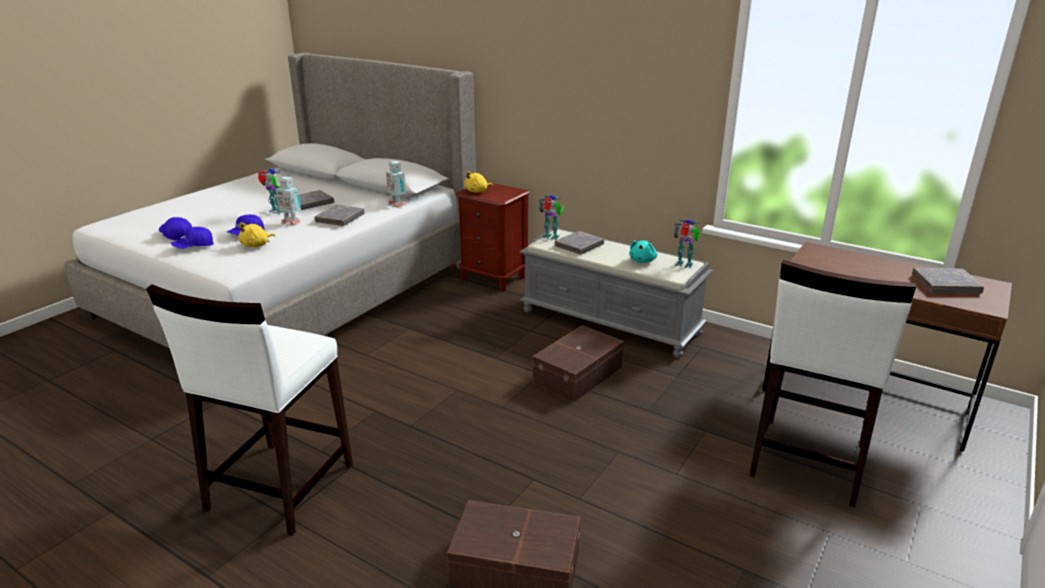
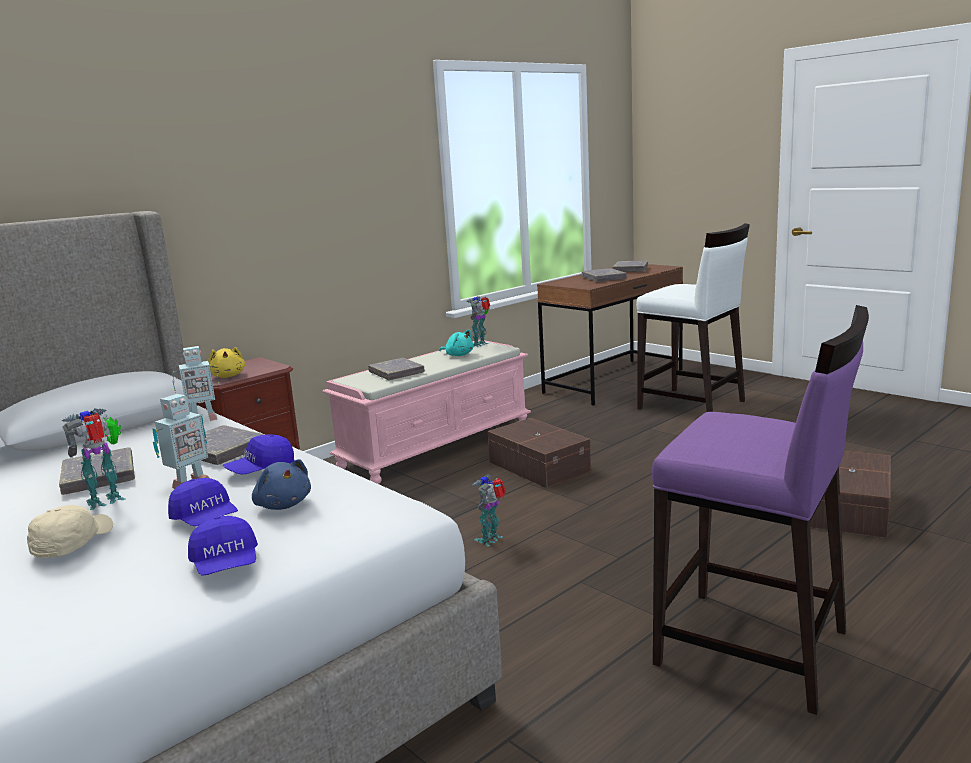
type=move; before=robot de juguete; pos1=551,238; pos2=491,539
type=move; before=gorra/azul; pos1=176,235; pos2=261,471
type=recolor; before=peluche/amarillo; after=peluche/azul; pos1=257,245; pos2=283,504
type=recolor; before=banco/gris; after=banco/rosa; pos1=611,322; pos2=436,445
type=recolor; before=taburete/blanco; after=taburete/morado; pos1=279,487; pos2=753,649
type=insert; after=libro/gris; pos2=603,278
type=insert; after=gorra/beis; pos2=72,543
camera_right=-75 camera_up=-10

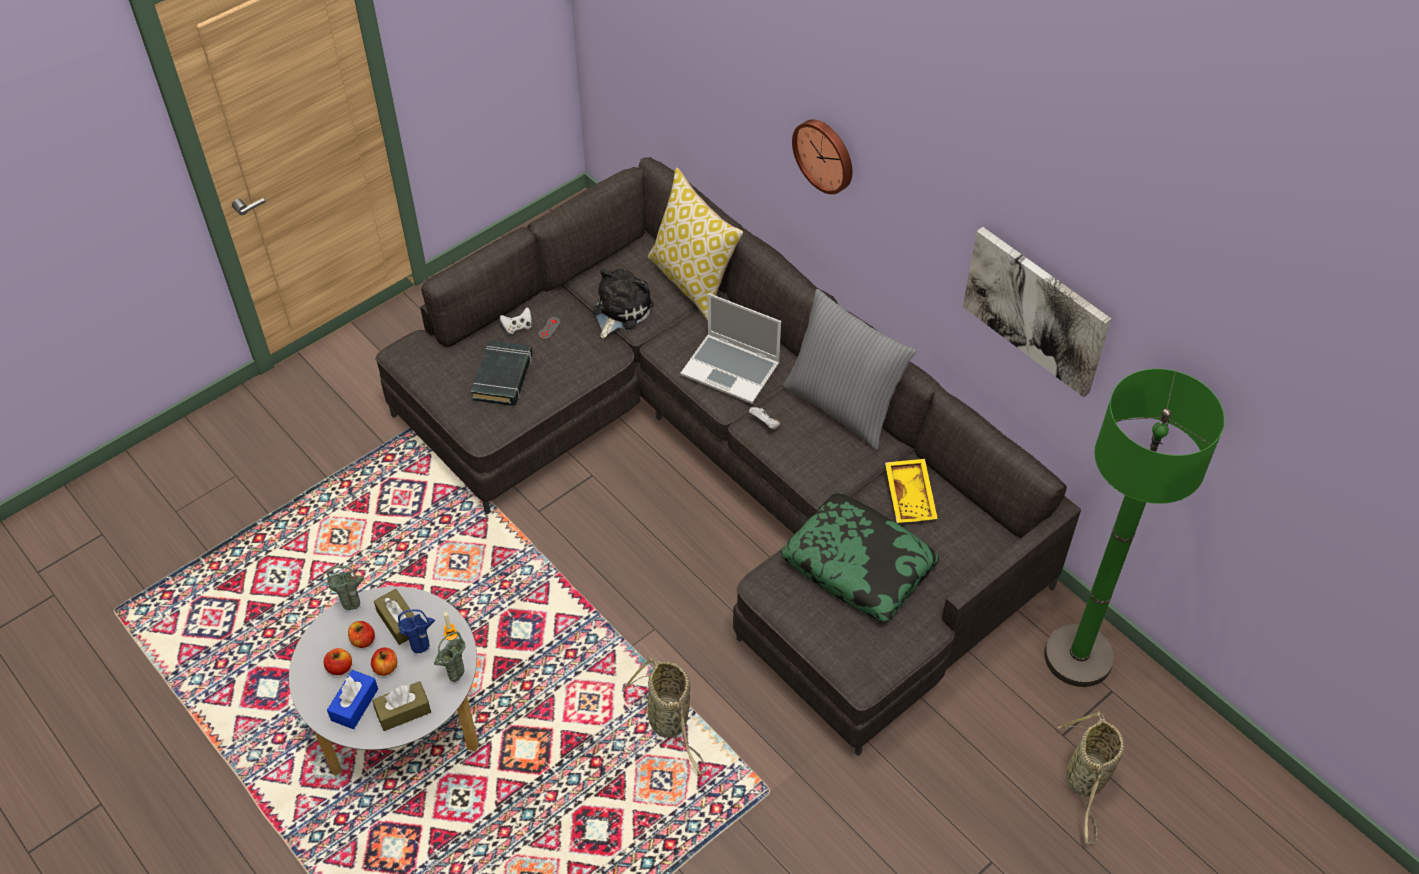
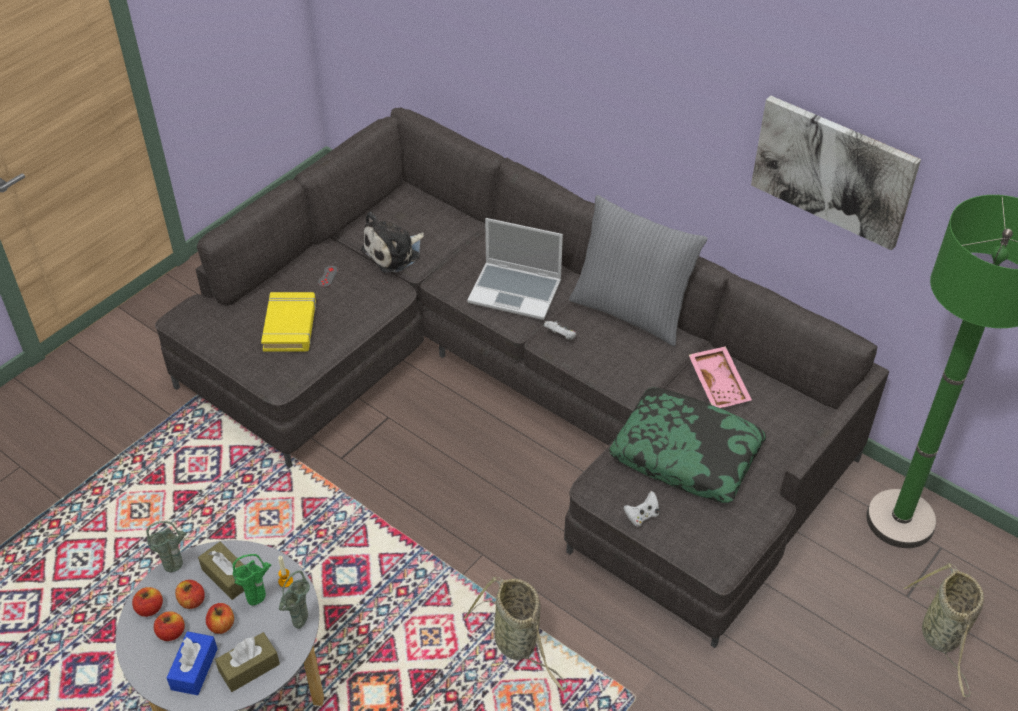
type=delete; before=reloj de pared; pos1=825,155
type=delete; before=cojín; pos1=693,281
type=rotate; before=peluche; pos1=620,311; pos2=394,253; turn=-150
type=move; before=mando de consola/blanco; pos1=517,327; pos2=642,516
type=recolor; before=libro/negro; after=libro/amarillo; pos1=503,377; pos2=290,326
type=recolor; before=bandeja/amarillo; after=bandeja/rosa; pos1=911,496; pos2=719,384
type=recolor; before=florero/azul; after=florero/verde; pos1=424,650; pos2=259,601
type=insert; after=manzana; pos2=150,608
camera_right=-10 camera_up=-5

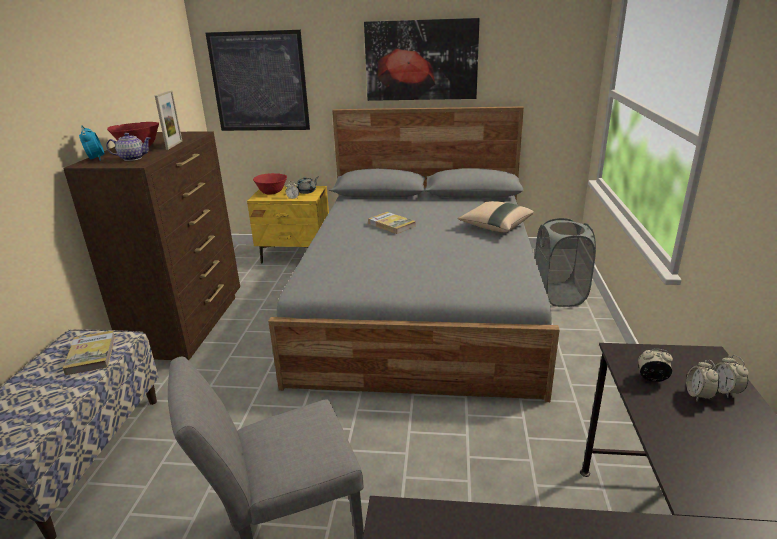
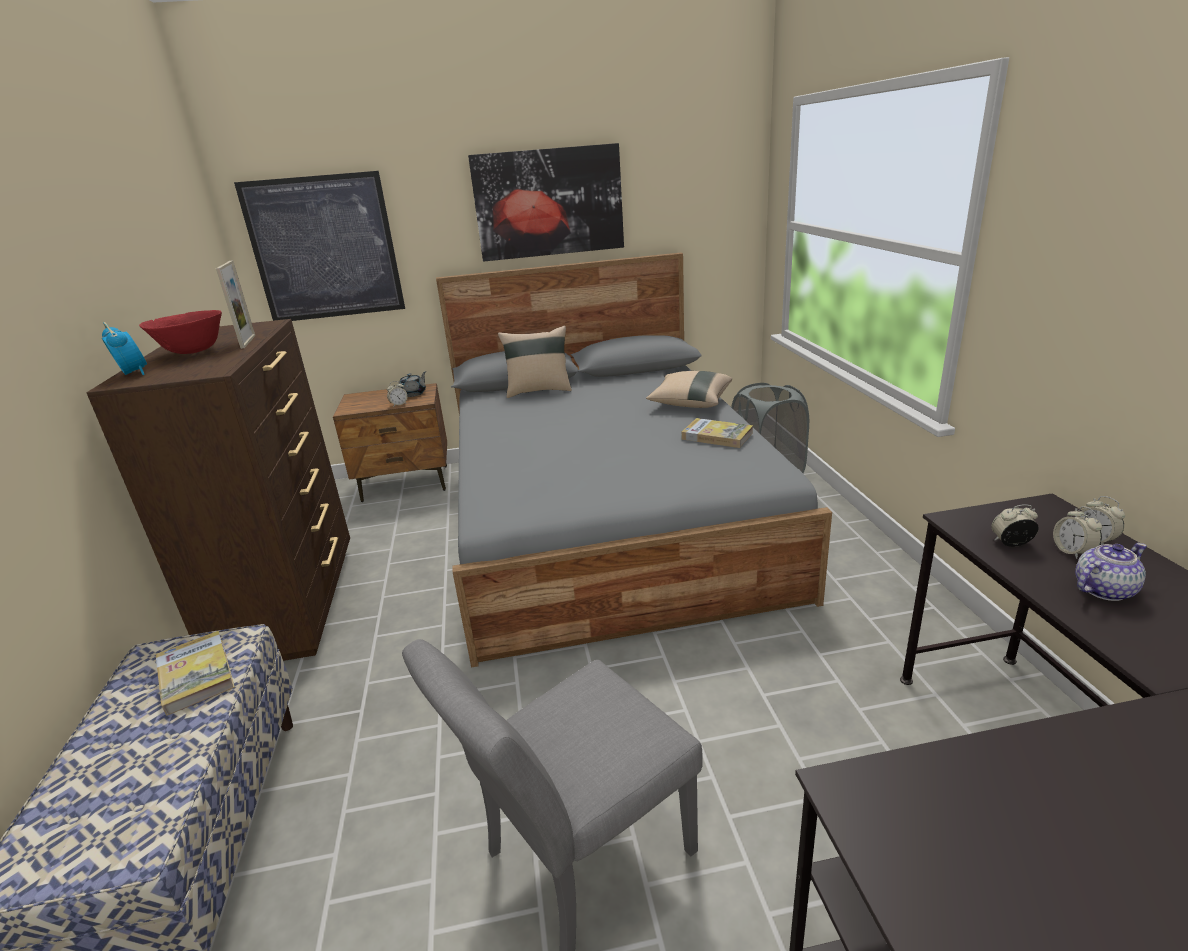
type=move; before=tetera; pos1=132,158; pos2=1103,590
type=delete; before=cuenco/rojo; pos1=271,193
type=recolor; before=mesita de noche/amarillo; after=mesita de noche/marrón; pos1=295,255; pos2=406,483
type=move; before=libro; pos1=391,225; pos2=717,436
type=insert; after=cojín/beis; pos2=538,390
camera_right=-15 camera_up=0

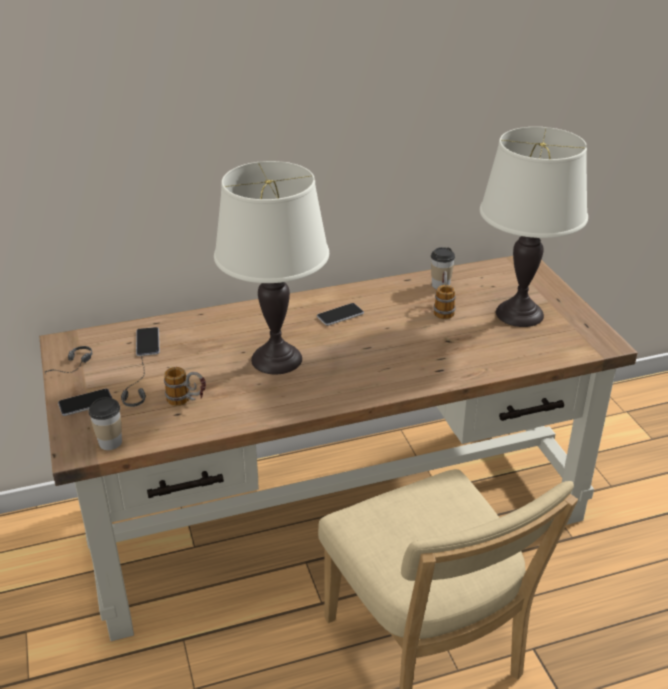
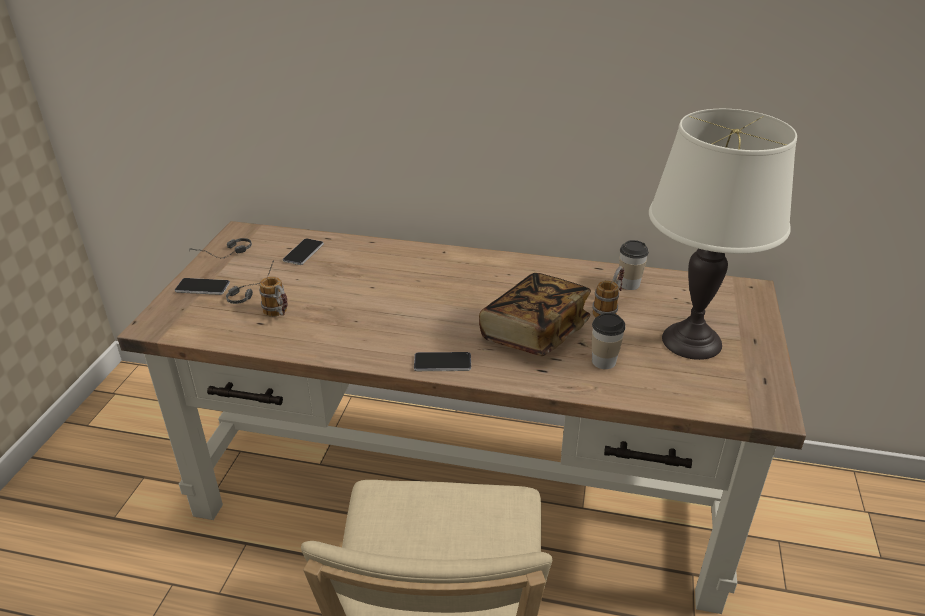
type=delete; before=lámpara de mesa/blanco; pos1=276,359
type=move; before=móvil; pos1=340,315; pos2=442,363
type=move; before=taza; pos1=110,442; pos2=603,361
type=insert; after=libro; pos2=534,332
camera_right=30 camera_up=0

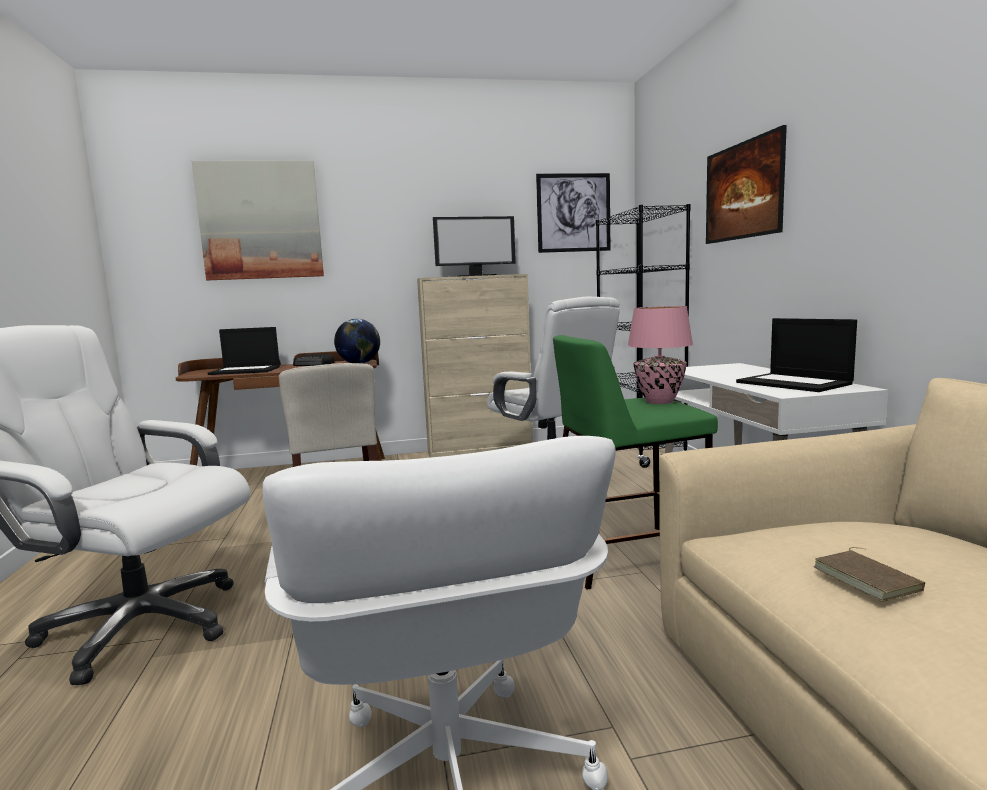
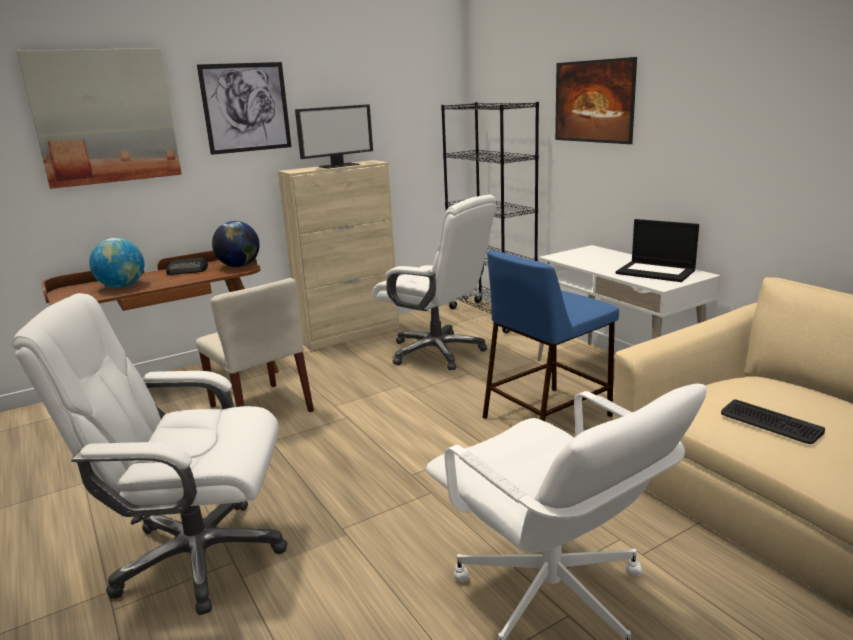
type=move; before=cuadro; pos1=573,213; pos2=246,107
type=delete; before=lámpara de mesa/rosa; pos1=660,401
type=replace; before=portátil; after=globo terráqueo; pos1=246,370; pos2=122,286
type=recolor; before=taburete/verde; after=taburete/azul; pos1=628,554; pos2=547,416
type=replace; before=libro/marrón; after=teclado; pos1=869,579; pos2=770,423
camera_right=-20 camera_up=10

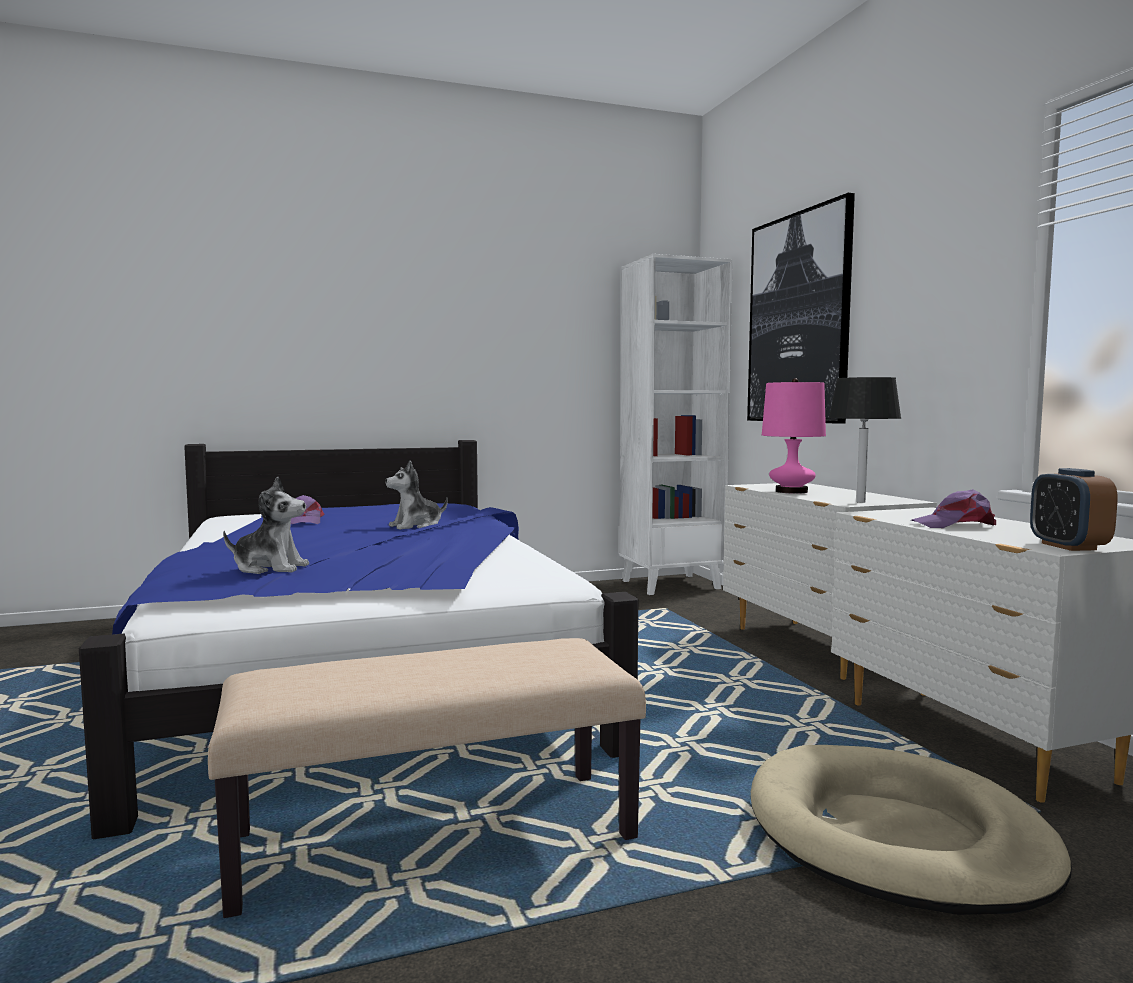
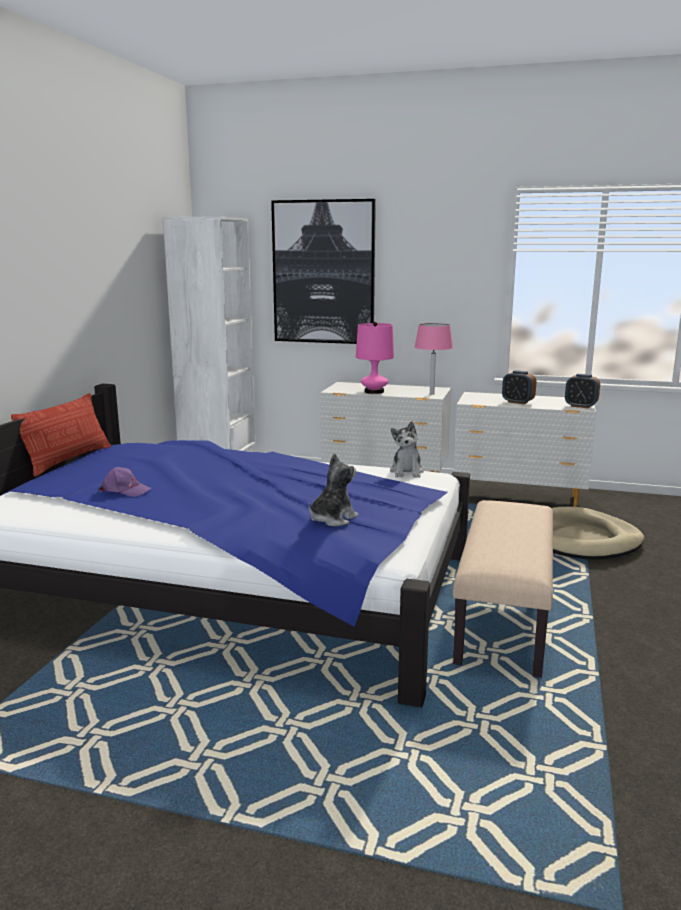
type=recolor; before=lámpara de mesa/negro; after=lámpara de mesa/rosa; pos1=860,502; pos2=431,394
type=move; before=peluche; pos1=416,526; pos2=407,472
type=replace; before=gorra/morado; after=despertador; pos1=955,525; pos2=517,402
type=insert; after=cojín; pos2=68,460
camera_right=-55 camera_up=10

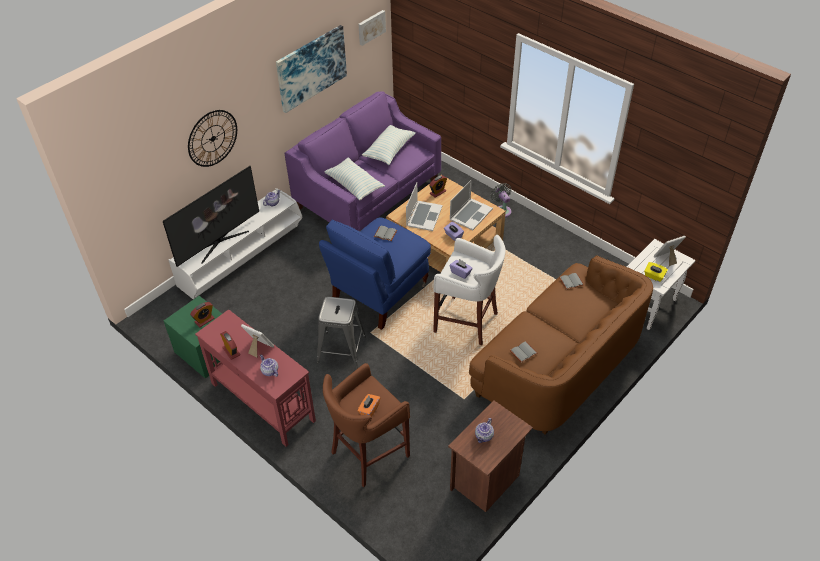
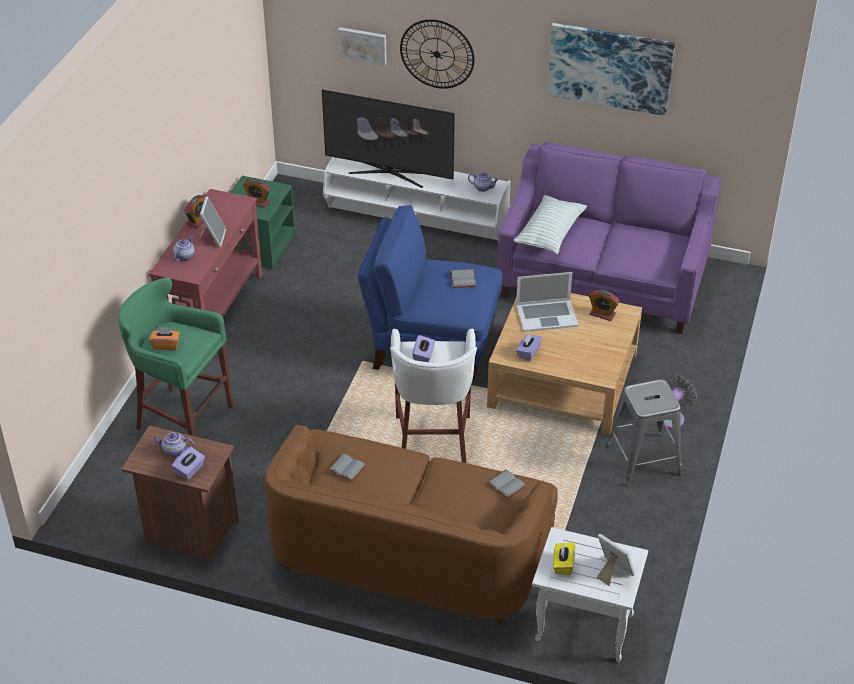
type=move; before=cuadro; pos1=371,27; pos2=363,45
type=delete; before=cojín; pos1=389,150
type=delete; before=portátil; pos1=470,214
type=move; before=taburete/gris; pos1=341,349; pos2=643,459
type=recolor; before=taburete/marrón; after=taburete/verde; pos1=368,454; pos2=182,418
type=insert; after=caja de pañuelos/morado; pos2=190,470
camera_right=65 camera_up=-5

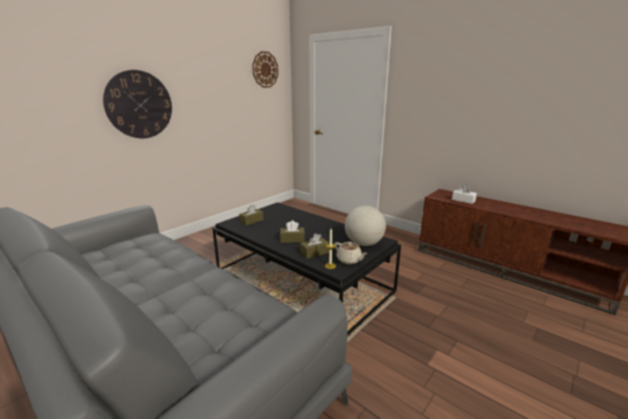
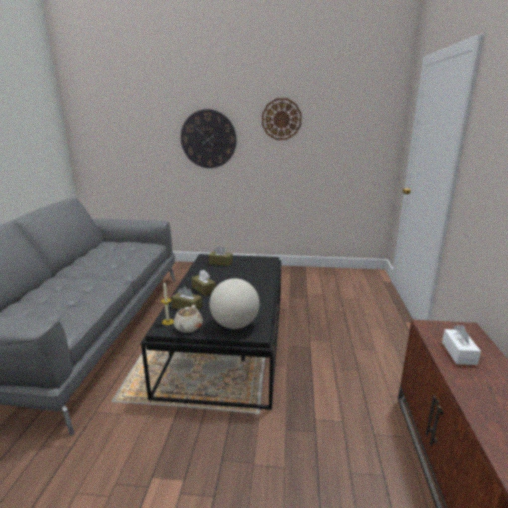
type=move; before=reloj de pared; pos1=265,69; pos2=281,119
camera_right=55 camera_up=0

